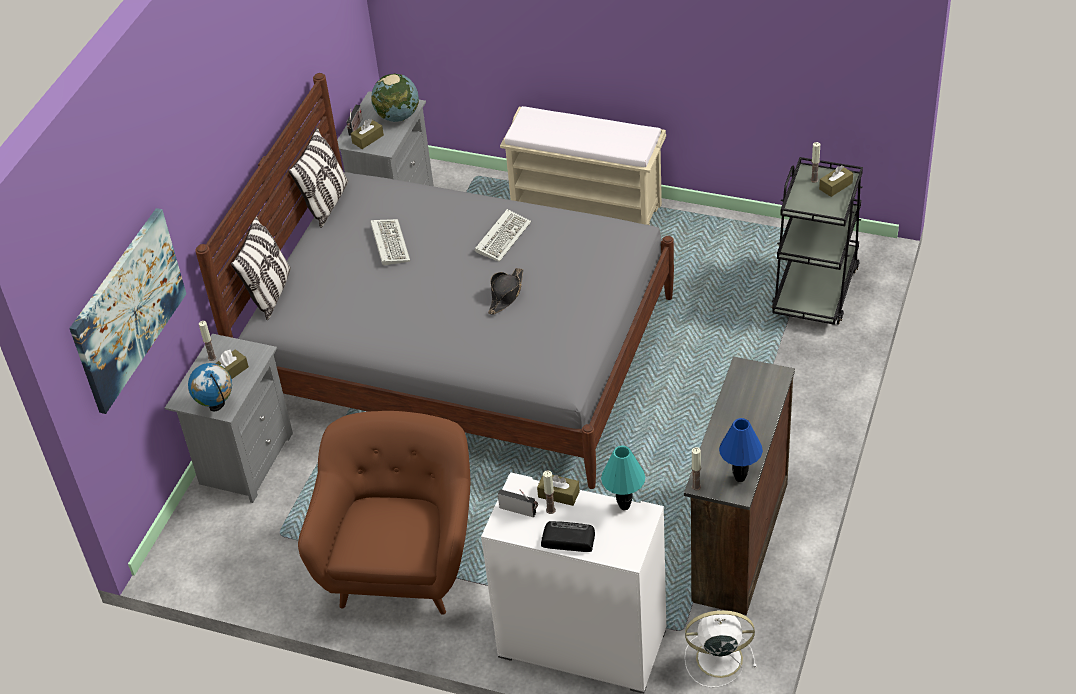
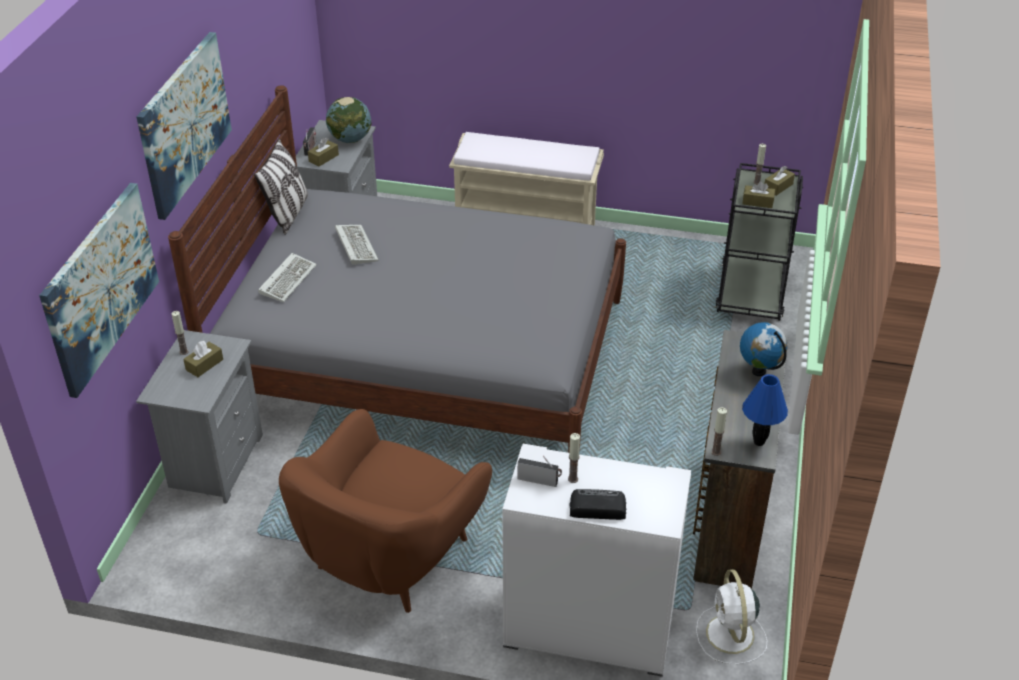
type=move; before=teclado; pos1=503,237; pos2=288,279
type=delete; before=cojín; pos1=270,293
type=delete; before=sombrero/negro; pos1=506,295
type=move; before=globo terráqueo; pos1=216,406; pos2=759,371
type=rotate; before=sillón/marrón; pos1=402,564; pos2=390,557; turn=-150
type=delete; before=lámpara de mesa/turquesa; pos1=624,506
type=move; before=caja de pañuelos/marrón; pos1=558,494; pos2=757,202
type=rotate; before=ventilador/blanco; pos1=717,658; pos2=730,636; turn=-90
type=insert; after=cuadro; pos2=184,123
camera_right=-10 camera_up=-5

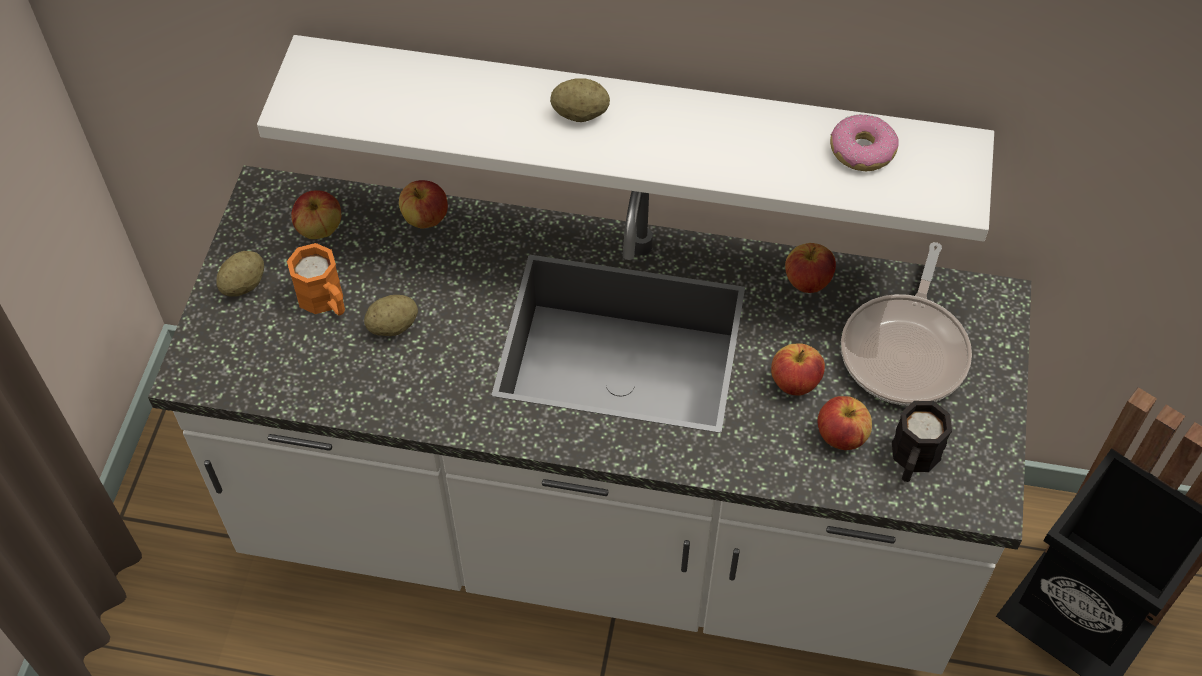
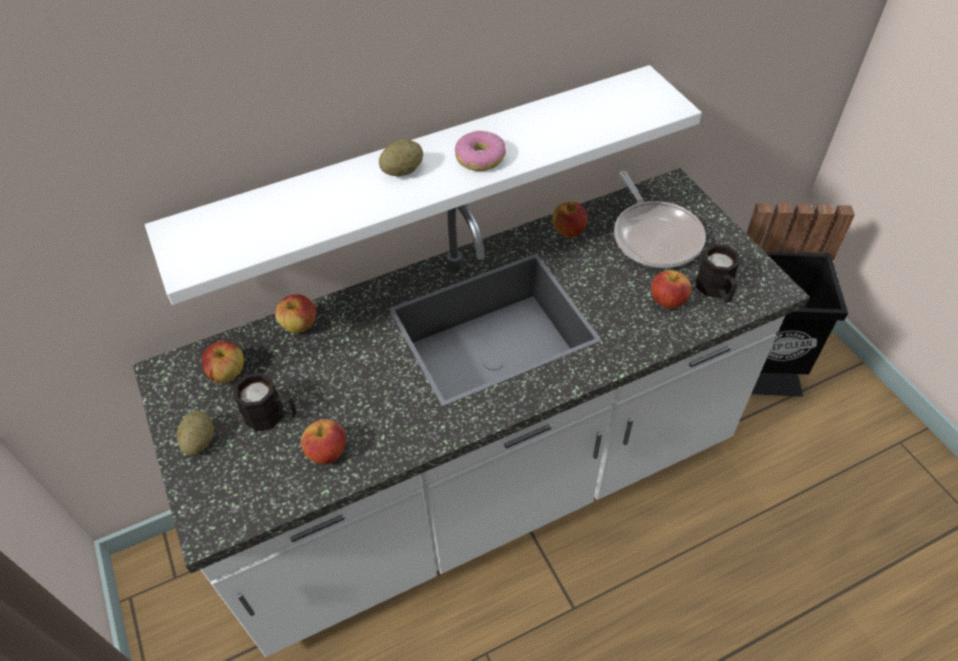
type=move; before=rosquilla; pos1=861,151; pos2=480,159
type=recolor; before=taza grande/naranja; after=taza grande/negro; pos1=325,301; pos2=272,416
type=delete; before=patata; pos1=393,326
type=move; before=manzana; pos1=795,383; pos2=327,452
camera_right=-35 camera_up=-5

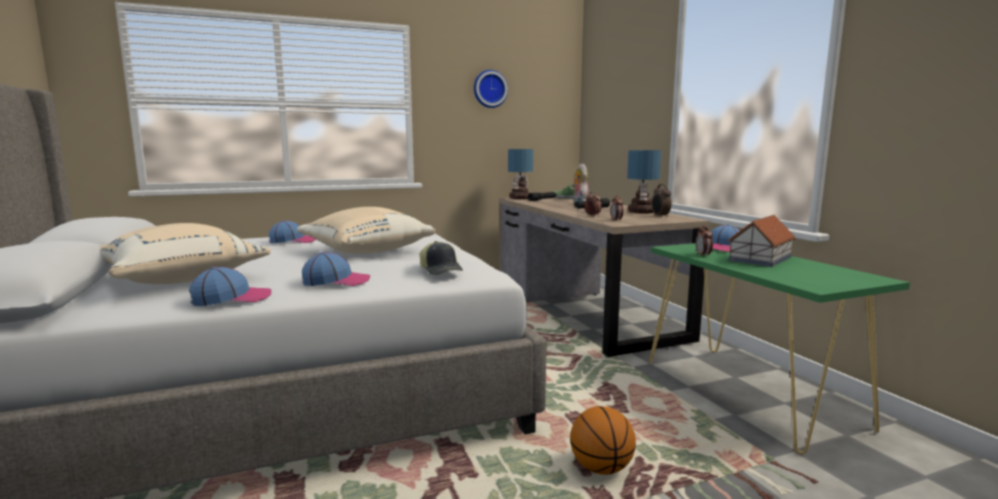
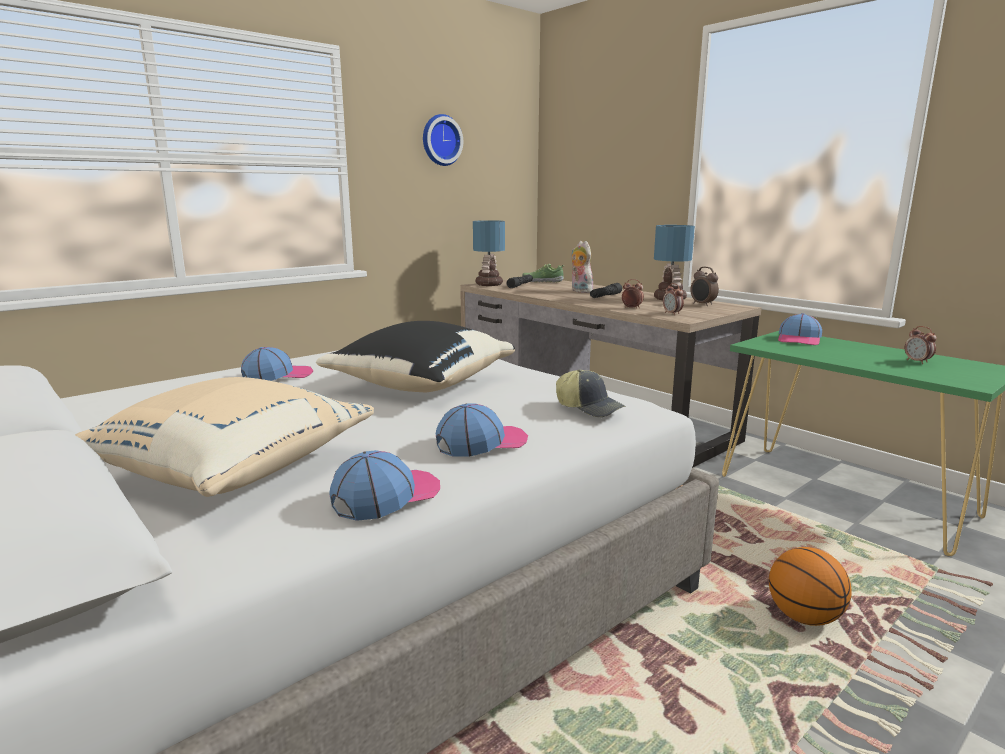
type=recolor; before=cojín/beis; after=cojín/negro; pos1=365,251; pos2=418,385
type=delete; before=casita; pos1=759,259
type=move; before=despertador; pos1=703,255; pos2=917,362
camera_right=-20 camera_up=5

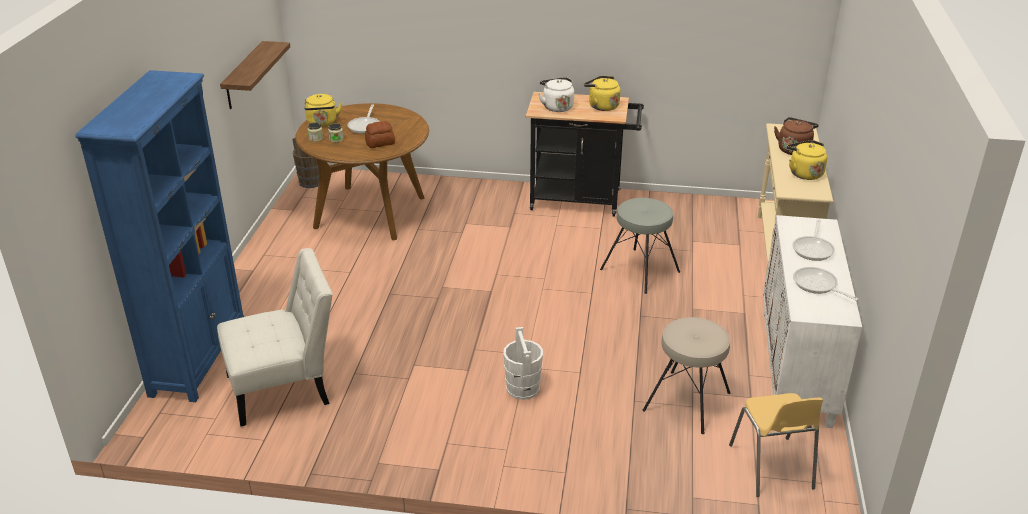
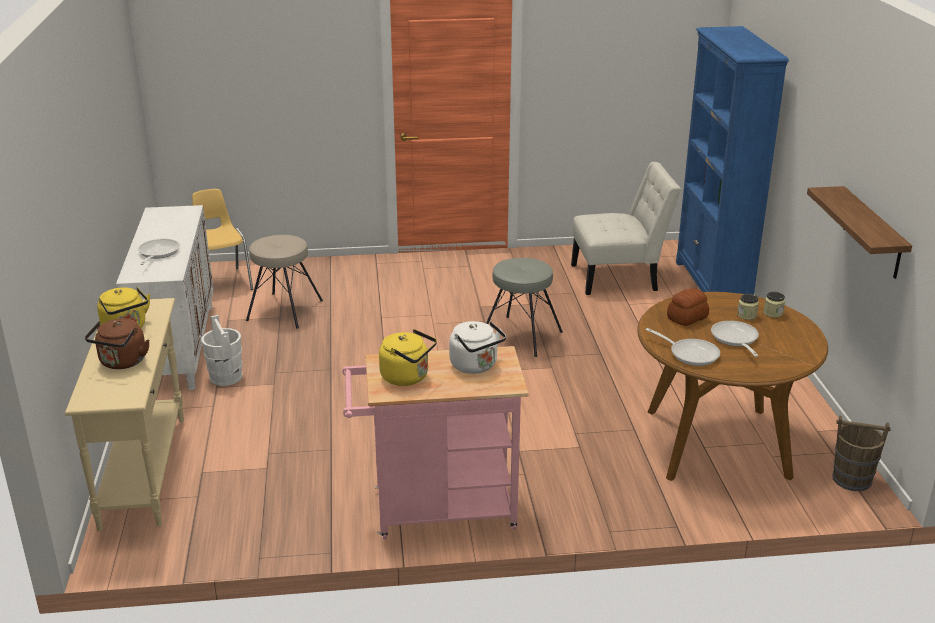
type=recolor; before=carrito/negro; after=carrito/rosa; pos1=581,201; pos2=435,511
type=delete; before=hervidor/amarillo; pos1=322,123
type=move; before=taburete/gris; pos1=640,270; pos2=520,336
type=rotate; before=silla/blanco; pos1=285,388; pos2=619,277; turn=-150
type=move; before=sartén; pos1=817,285; pos2=690,354
type=move; before=cubo/blanco; pos1=523,388; pos2=226,377
camera_right=165 camera_up=-5

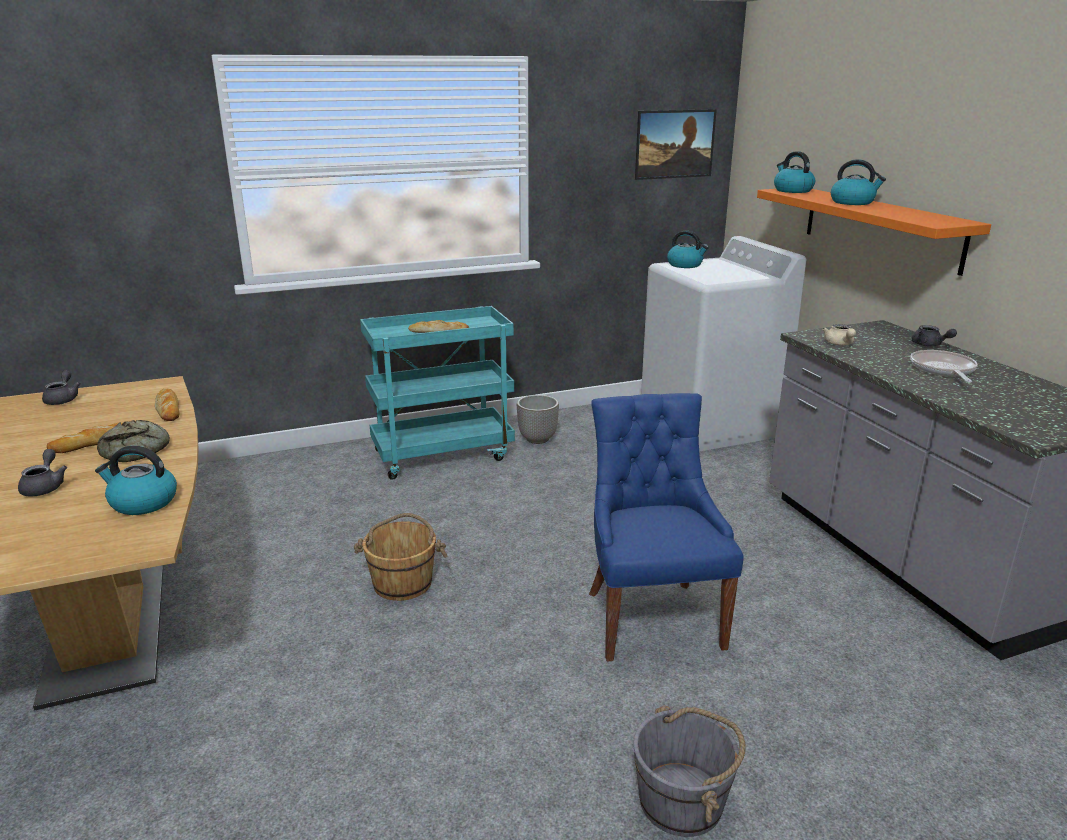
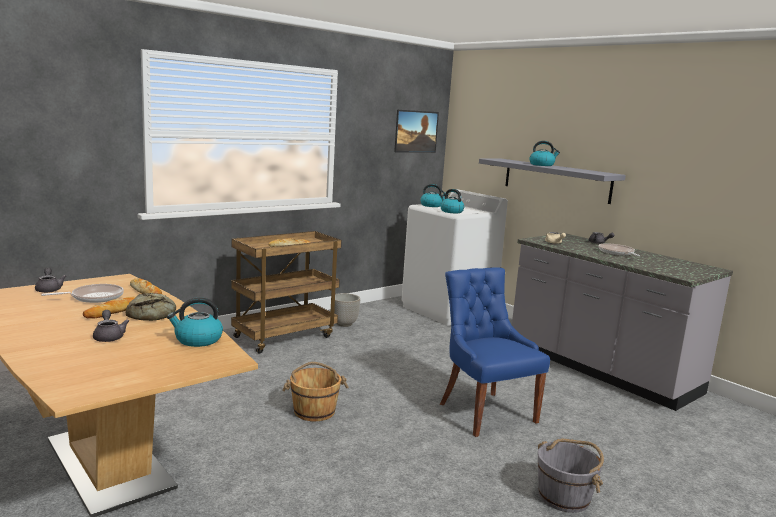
type=move; before=hervidor; pos1=792,190; pos2=451,211
type=recolor; before=estante/naranja; after=estante/gris; pos1=880,228; pos2=556,180
type=recolor; before=carrito/turquesa; after=carrito/marrón; pos1=443,454; pos2=285,336
type=insert; after=sartén; pos2=94,297
camera_right=-20 camera_up=-10

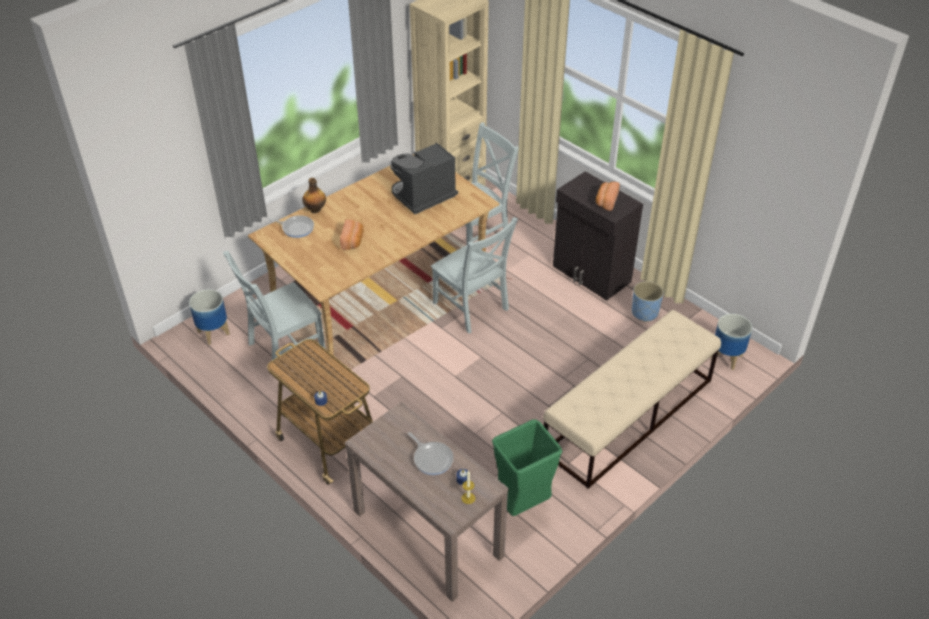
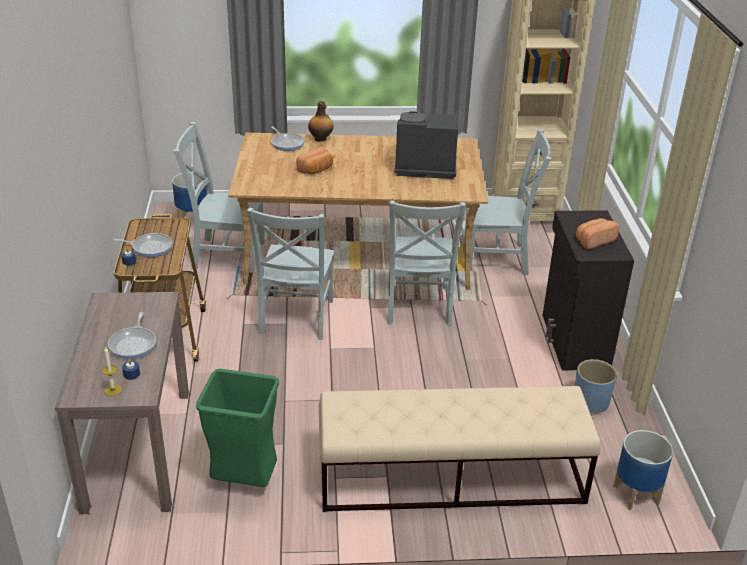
type=insert; after=silla/gris; pos2=295,319
type=insert; after=sartén; pos2=150,247
camera_right=40 camera_up=-10

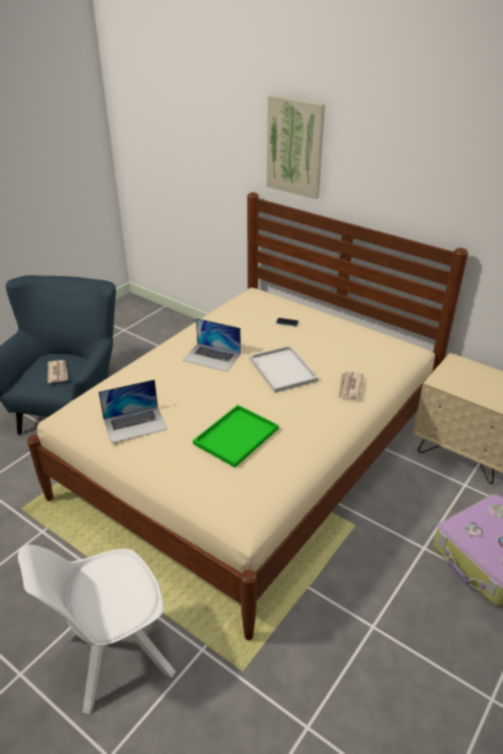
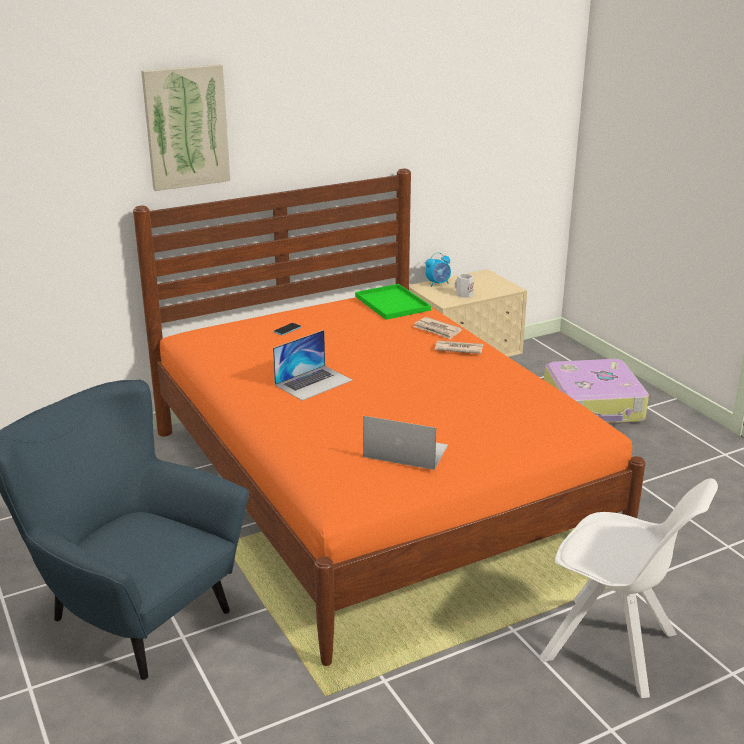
type=recolor; before=cama/beis; after=cama/naranja; pos1=251,457; pos2=372,487
type=delete; before=bandeja/blanco; pos1=281,369
type=move; before=periódico; pos1=58,372; pos2=458,349
type=rotate; before=portátil; pos1=135,424; pos2=405,451; turn=-75
type=move; before=bandeja/verde; pos1=236,435; pos2=391,303
type=rotate; before=silla/blanco; pos1=114,656; pos2=613,648; turn=-60
type=insert; after=despertador; pos2=438,283
type=insert; after=taza grande/blanco; pos2=463,294
camera_right=-65 camera_up=-10

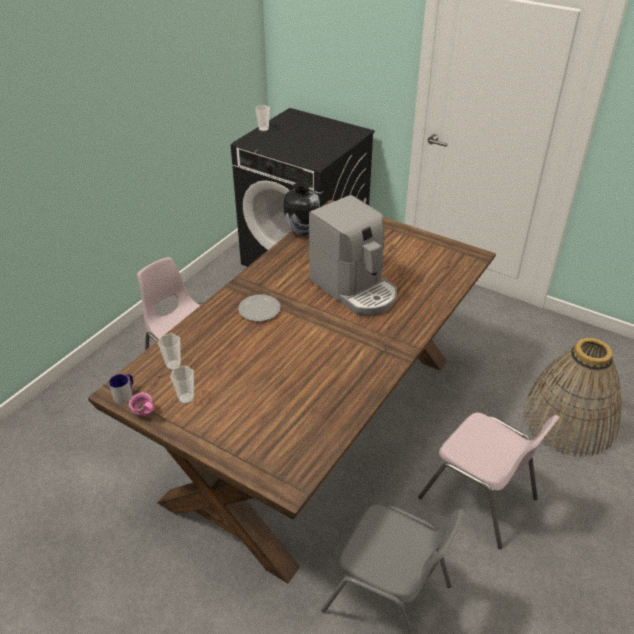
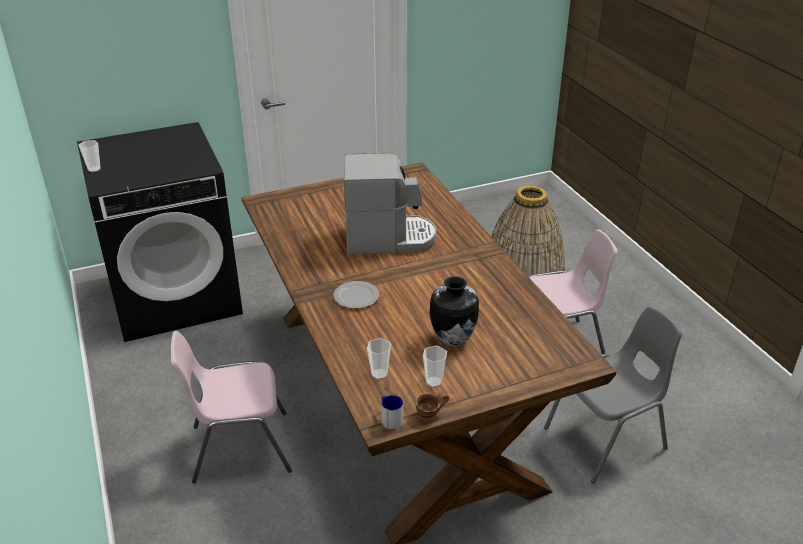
type=move; before=florero; pos1=302,232; pos2=452,340
type=recolor; before=taza grande/rosa; after=taza grande/marrón; pos1=144,414; pos2=430,415
camera_right=-55 camera_up=-5

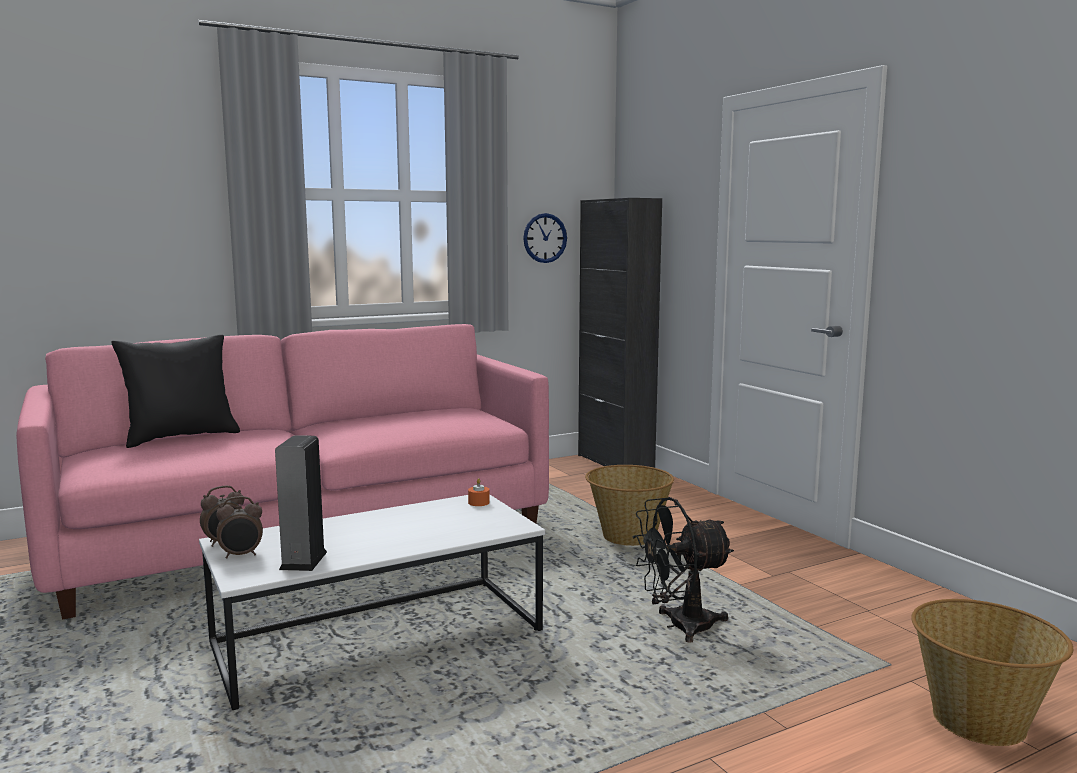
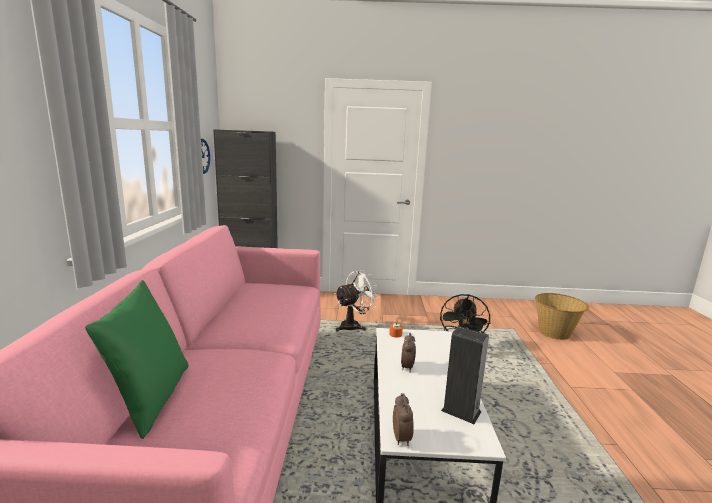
type=recolor; before=cojín/negro; after=cojín/verde; pos1=181,437; pos2=150,399
type=replace; before=cesta; after=ventilador/blanco; pos1=628,536; pos2=354,325
type=move; before=despertador; pos1=241,555; pos2=407,367
camera_right=-60 camera_up=5

